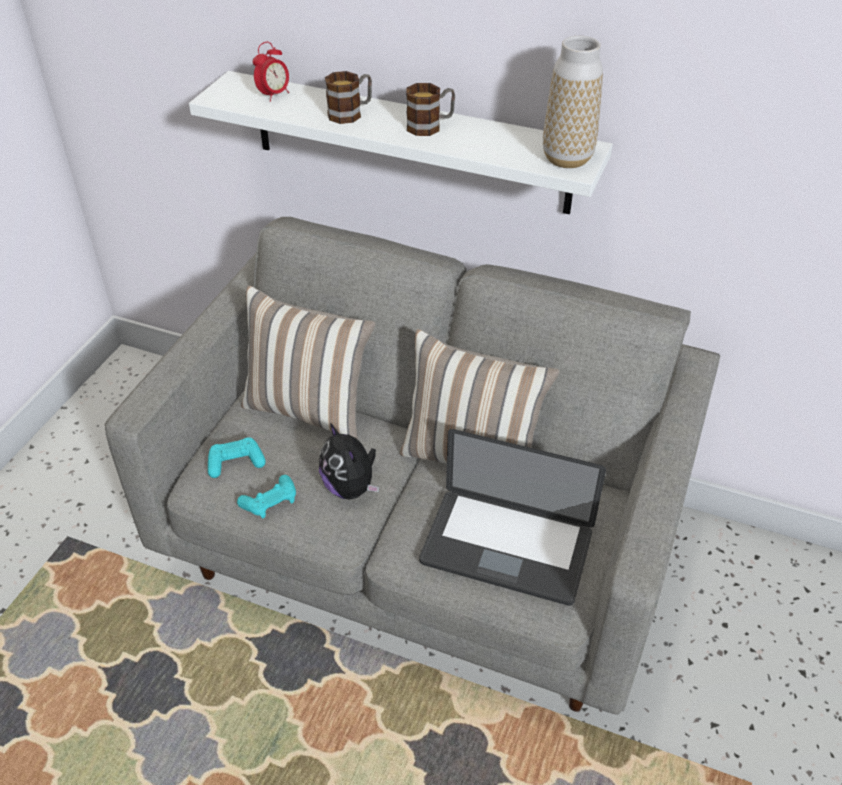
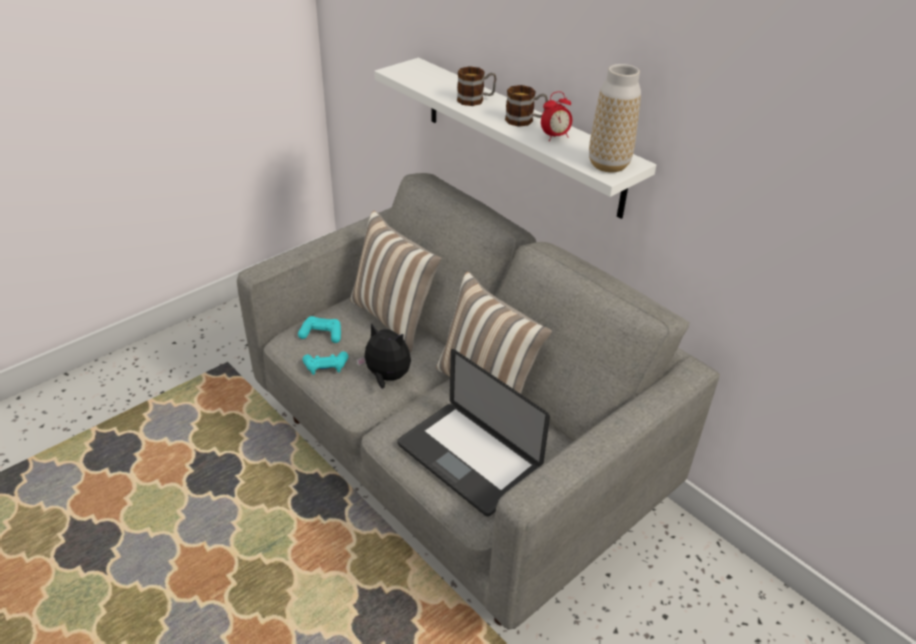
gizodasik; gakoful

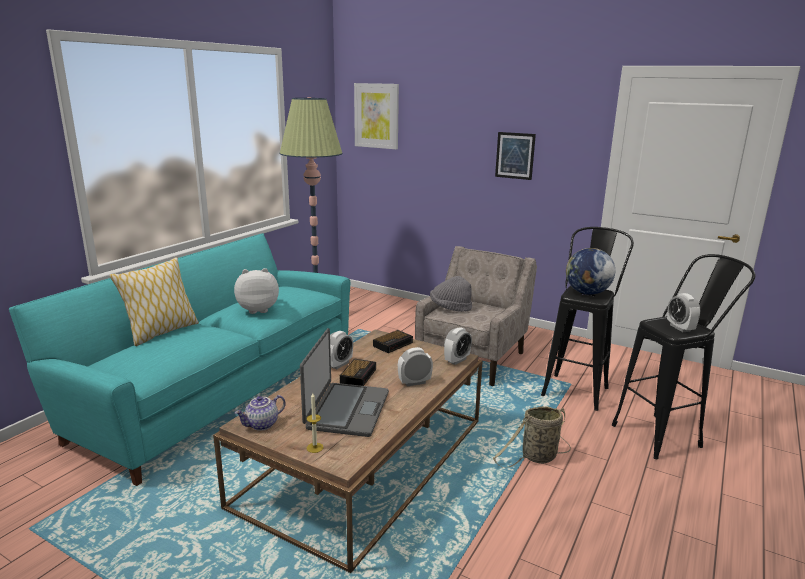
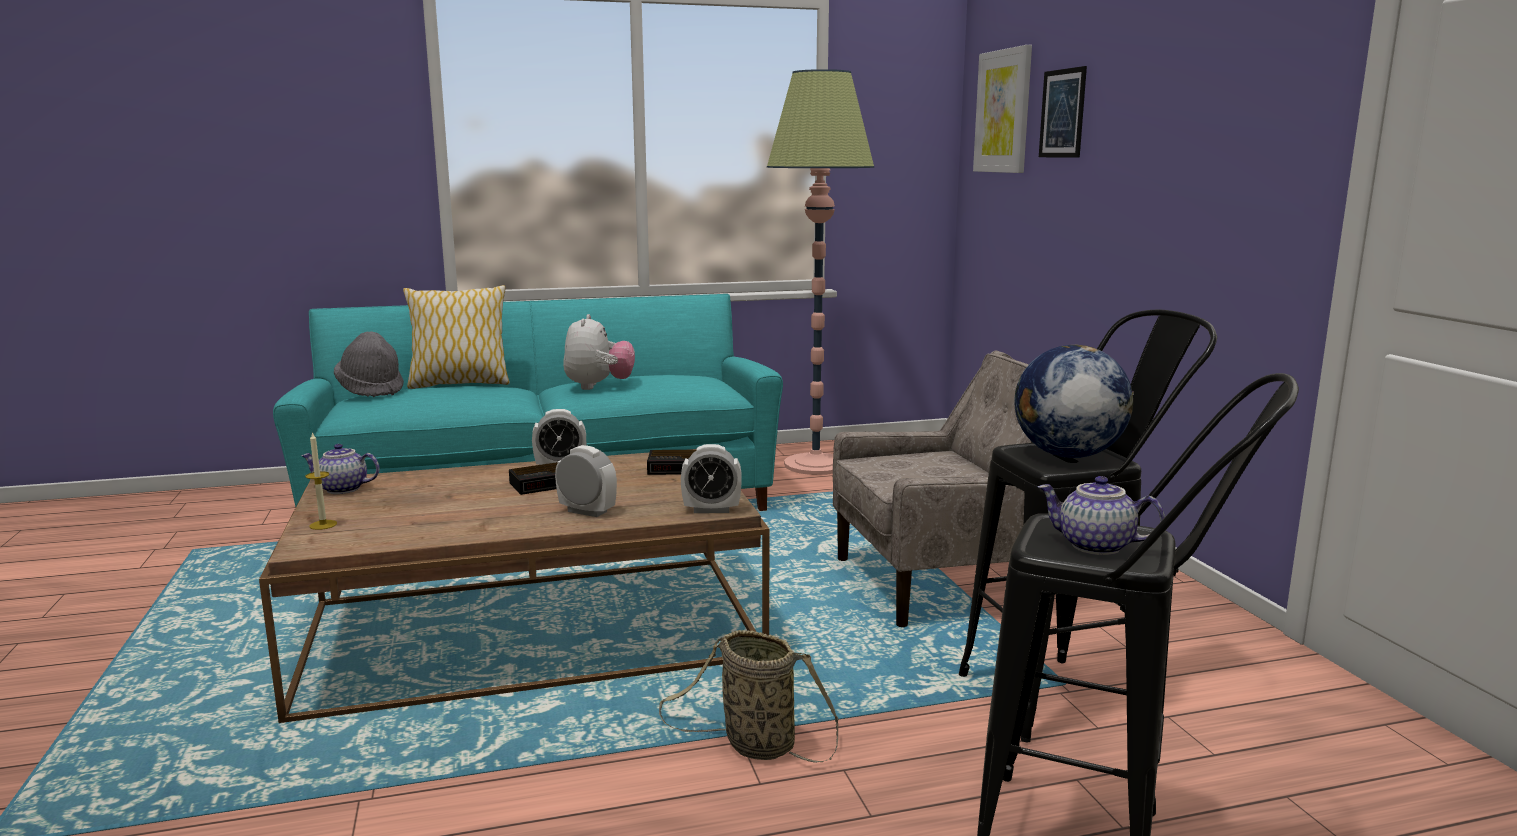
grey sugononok; gizodasik; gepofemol (no. 2 from left); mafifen (no. 2 from left); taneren

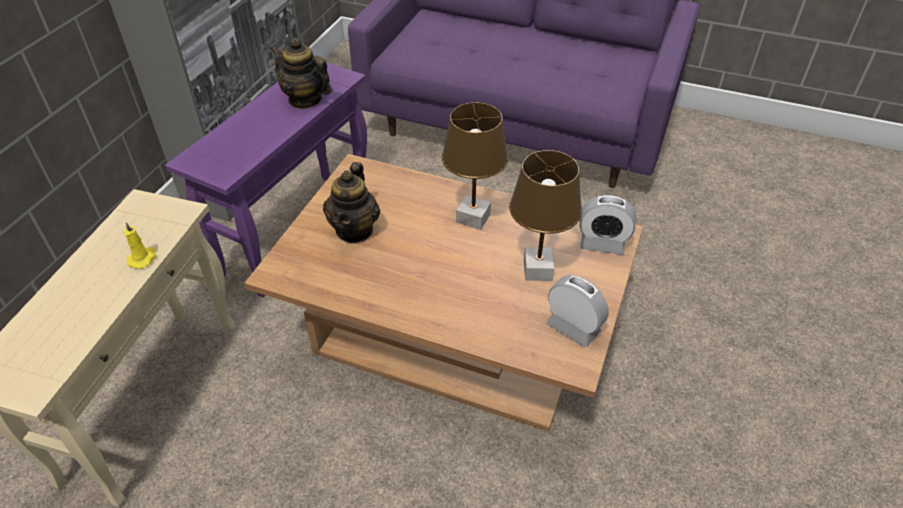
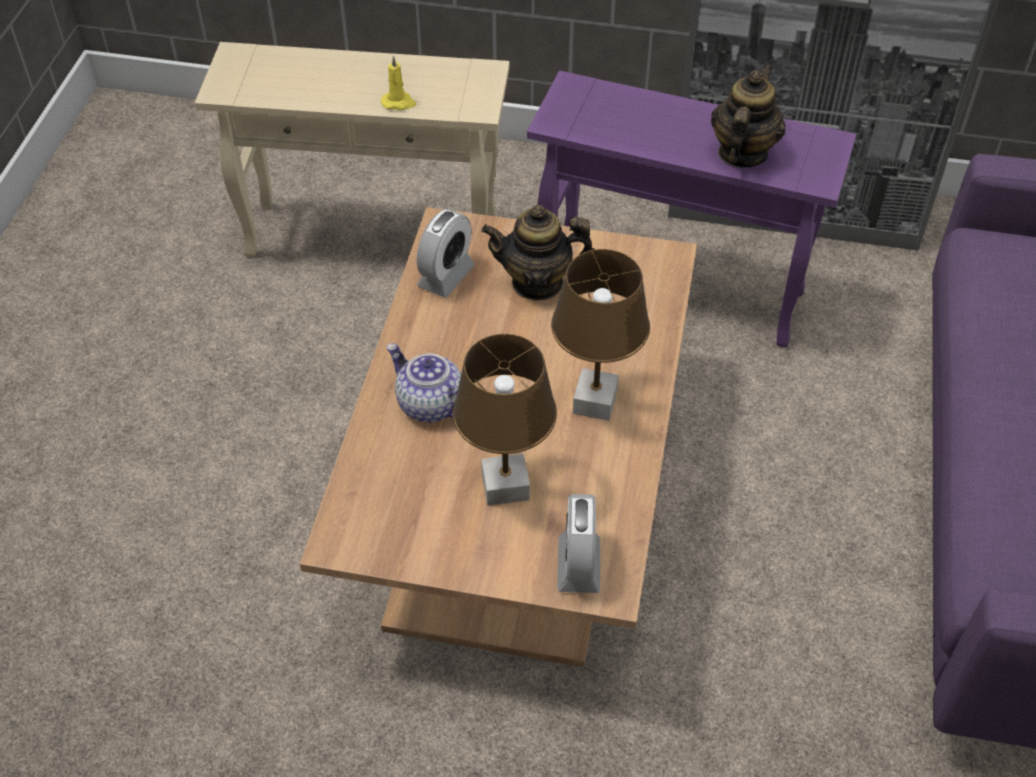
gepofemol (no. 1 from left); gakoful (no. 1 from left)

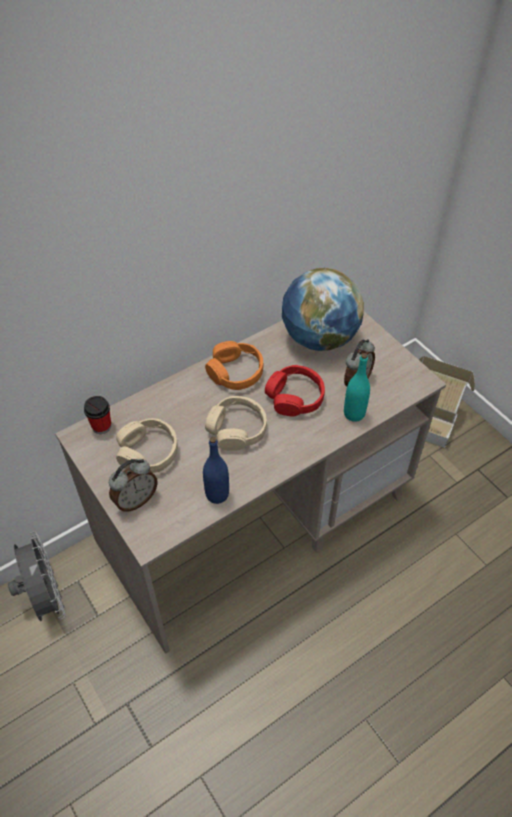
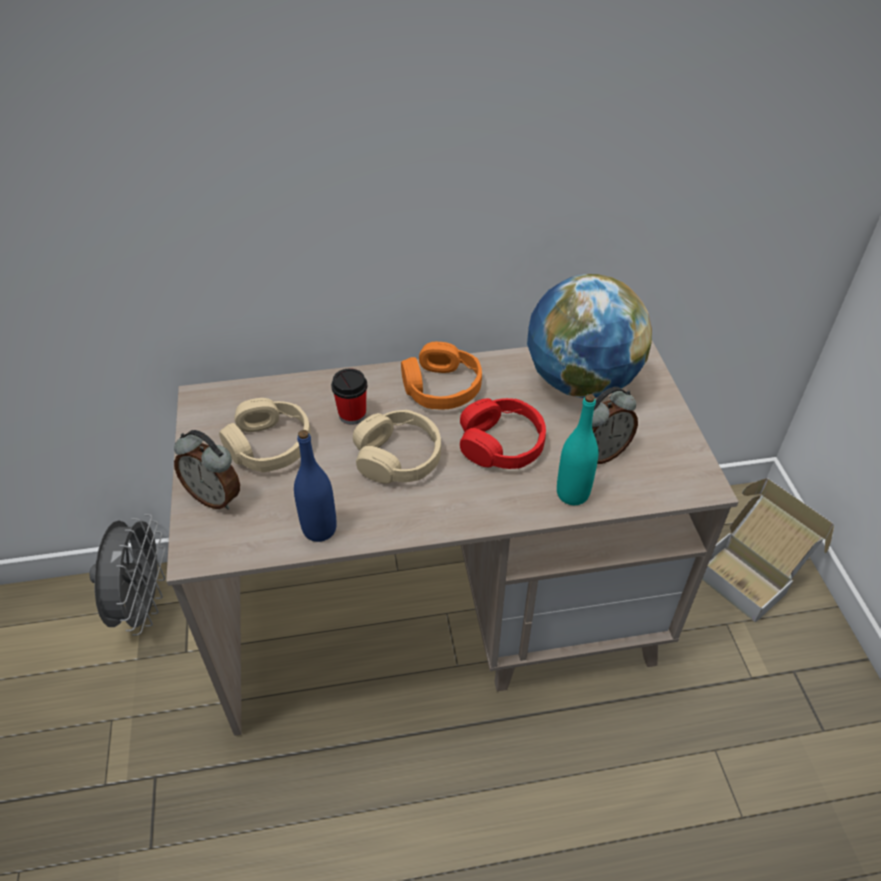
gakoful (no. 1 from left); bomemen

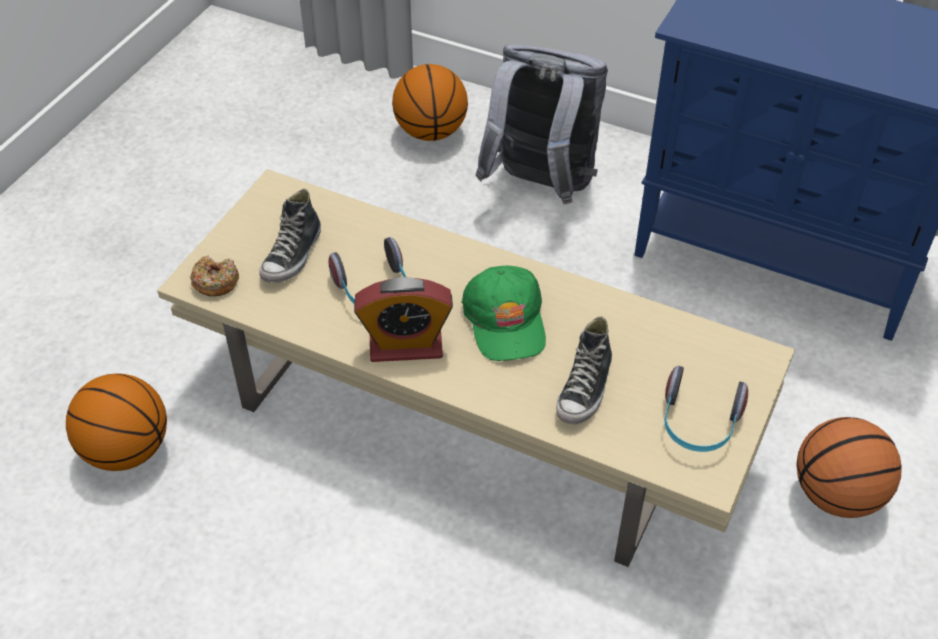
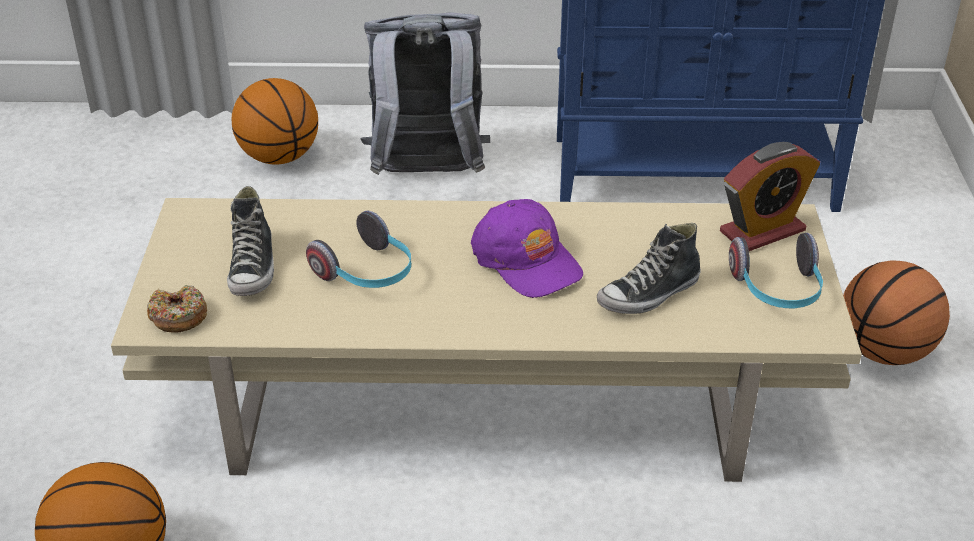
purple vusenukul; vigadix (no. 2 from left); gakoful

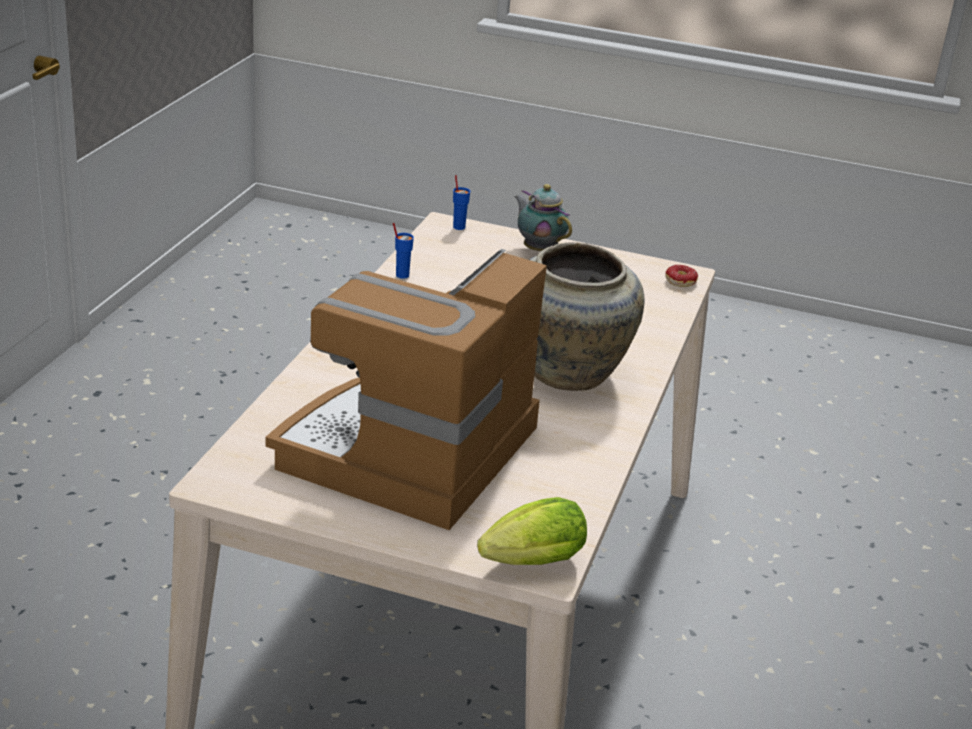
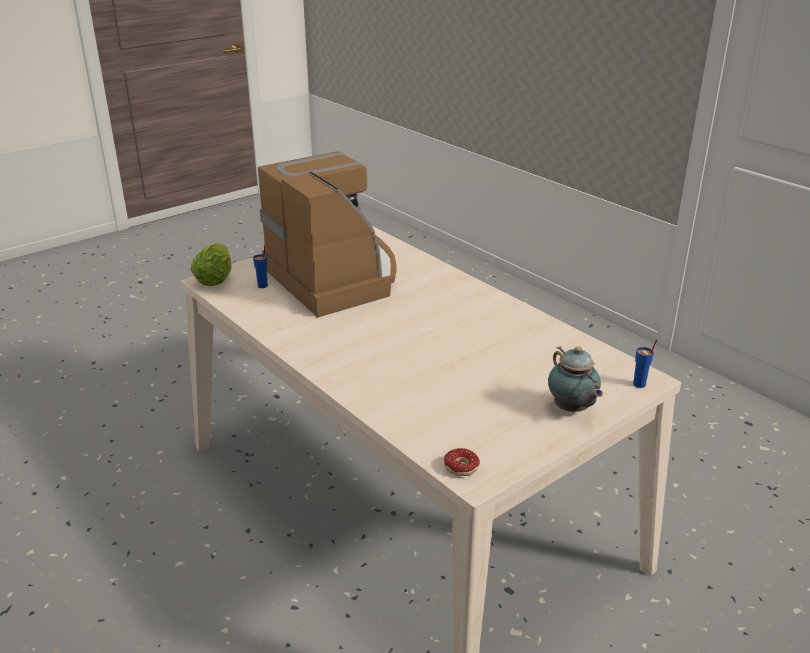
blue bomemen (no. 1 from left); gepofemol; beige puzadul

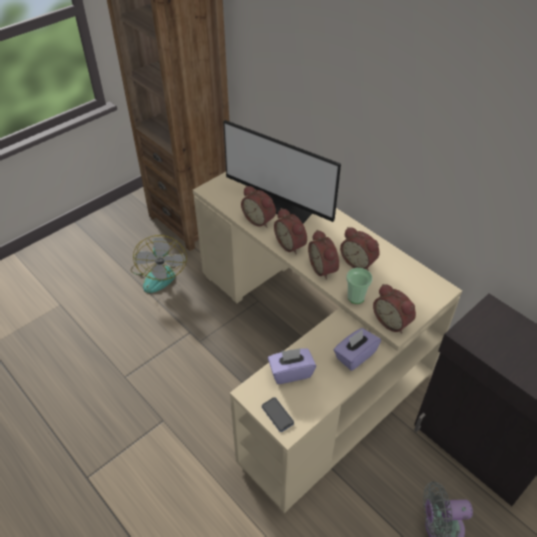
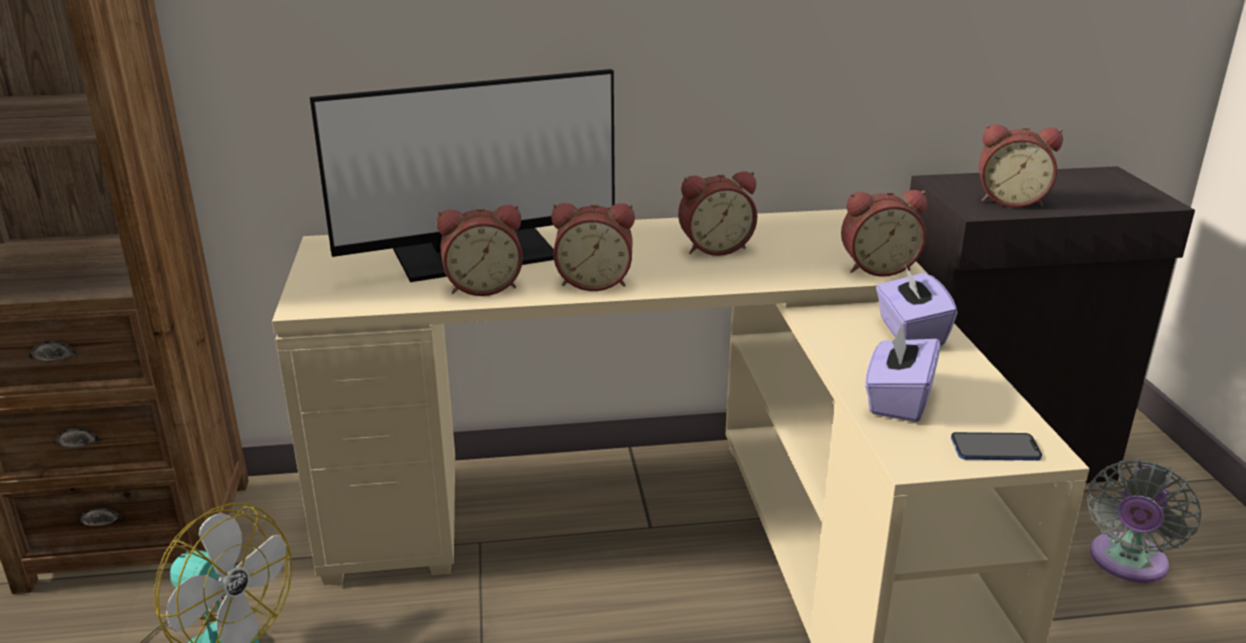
gakoful (no. 5 from left); bomemen

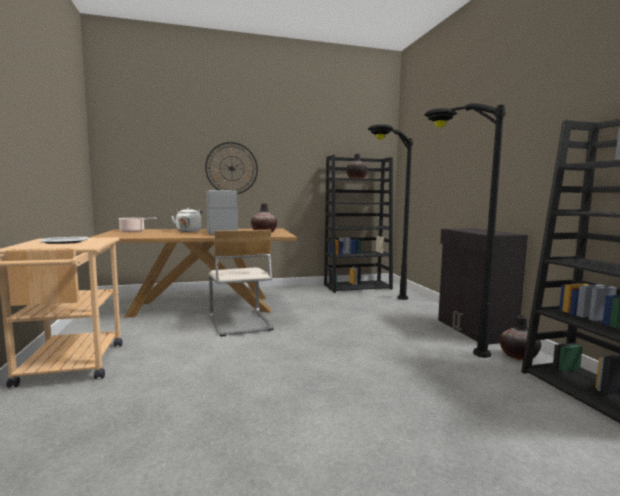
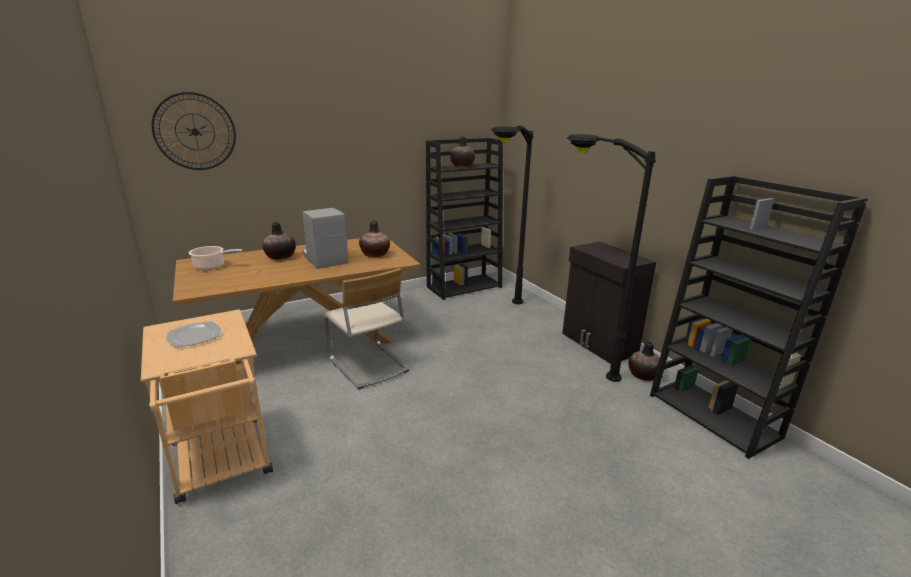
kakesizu; puzadul (no. 1 from left)

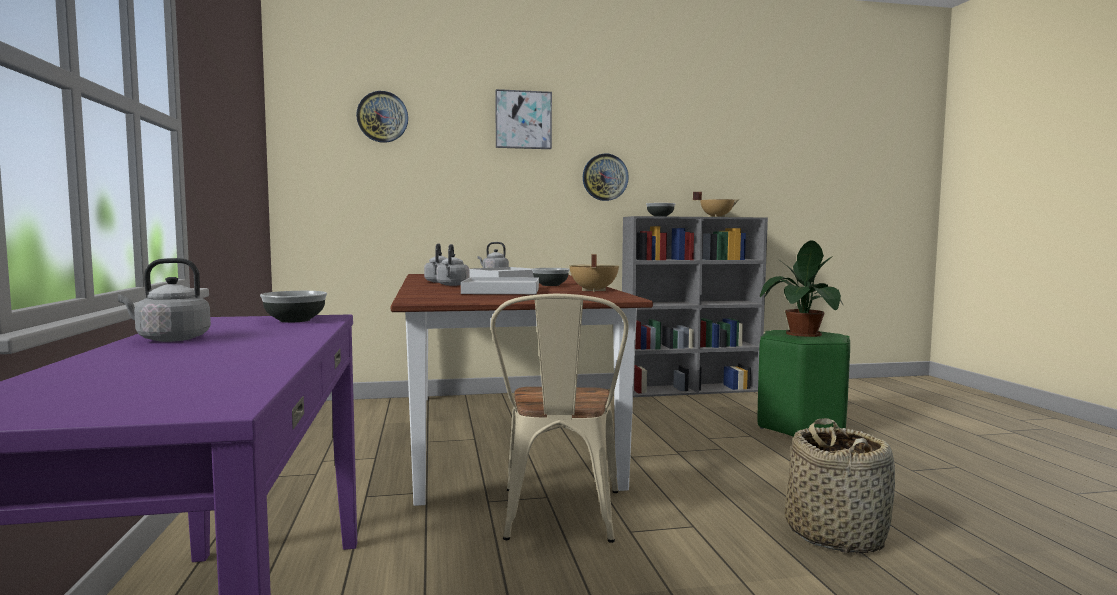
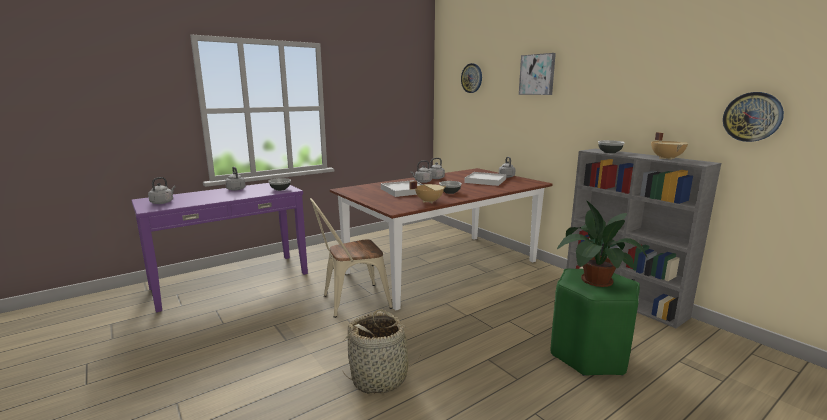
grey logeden (no. 1 from left); kakesizu (no. 2 from left)

